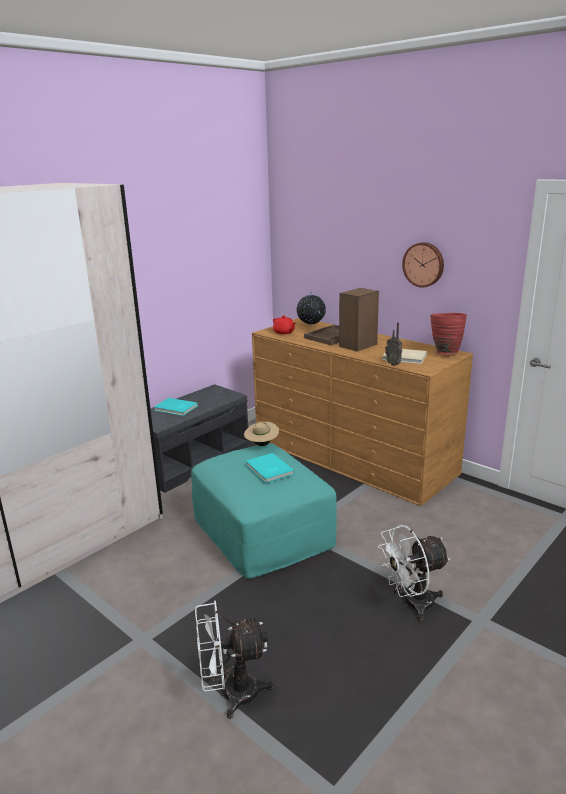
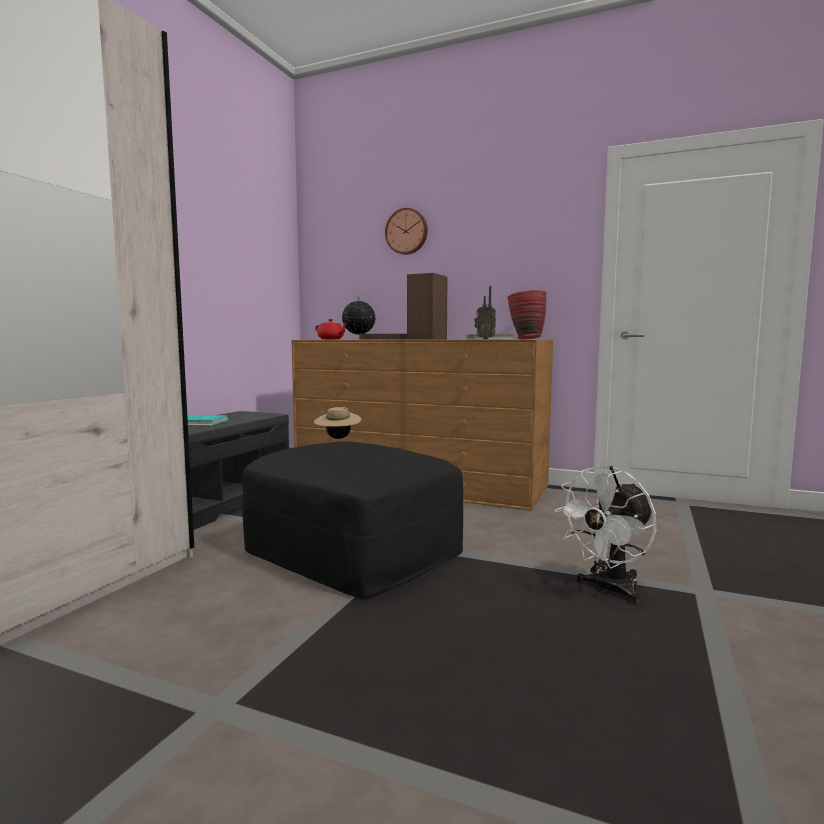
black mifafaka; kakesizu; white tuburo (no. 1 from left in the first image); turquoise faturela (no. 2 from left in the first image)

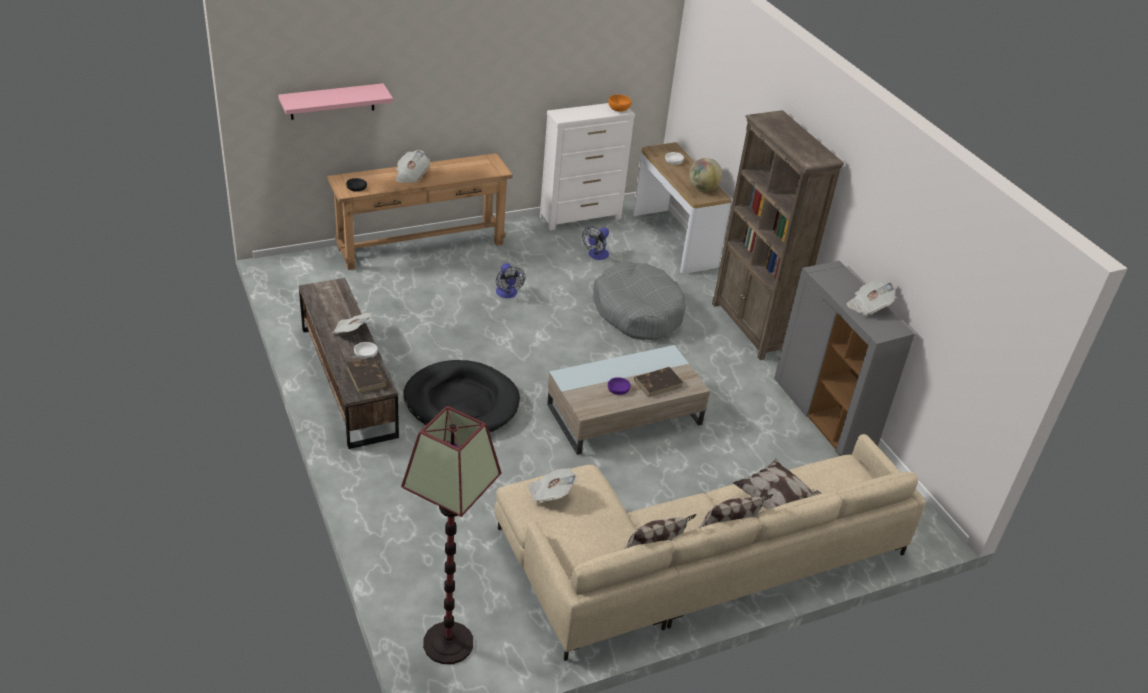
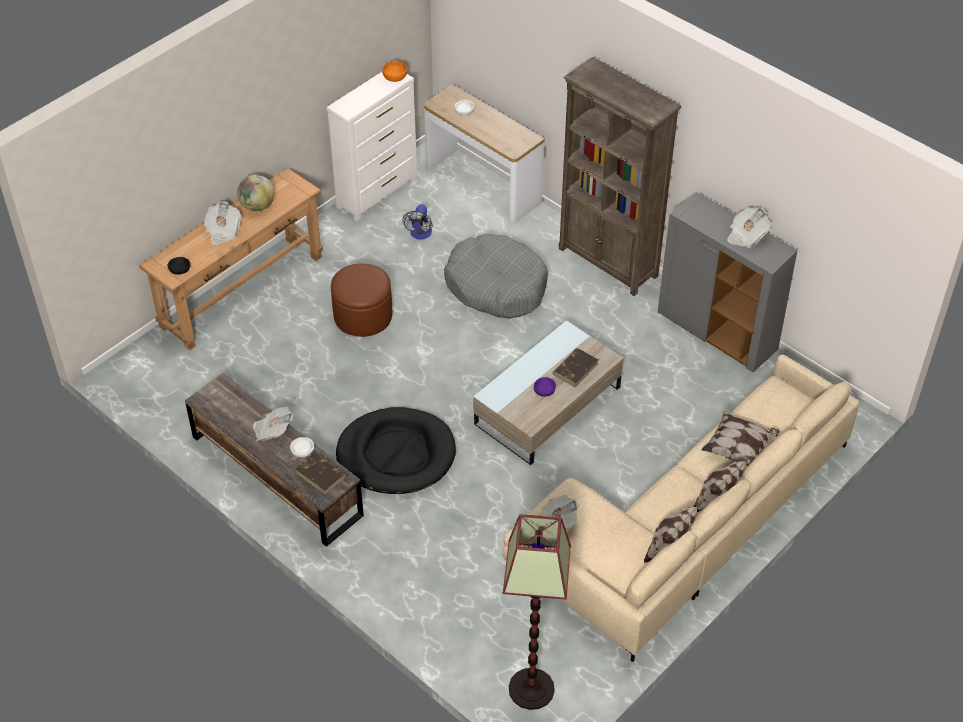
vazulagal; brown mifafaka; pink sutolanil

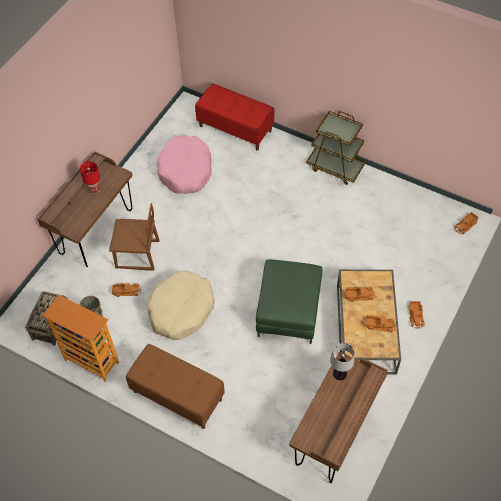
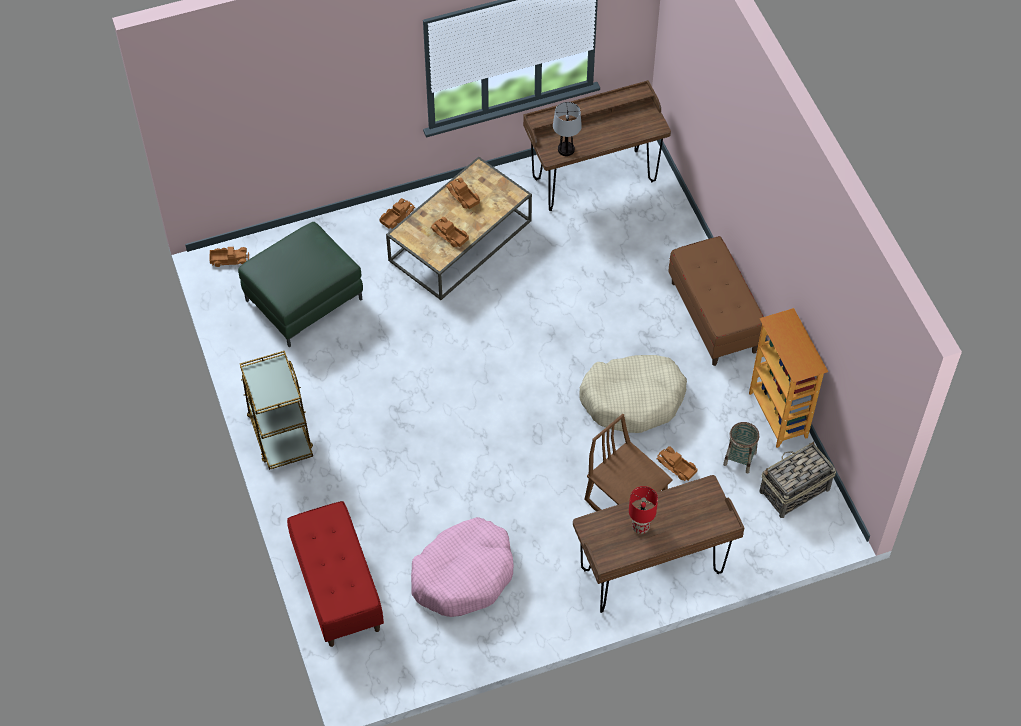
green mifafaka

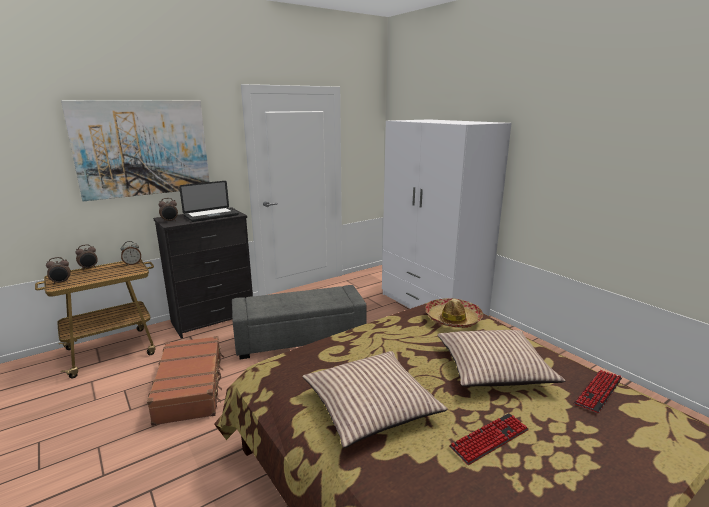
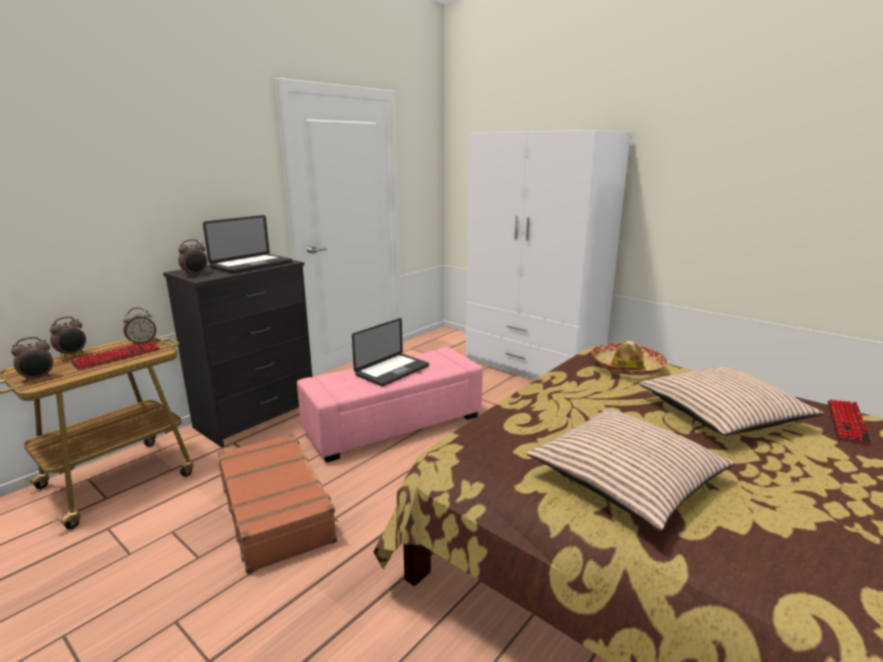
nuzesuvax (no. 1 from left); pink mifafaka; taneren (no. 2 from left); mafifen

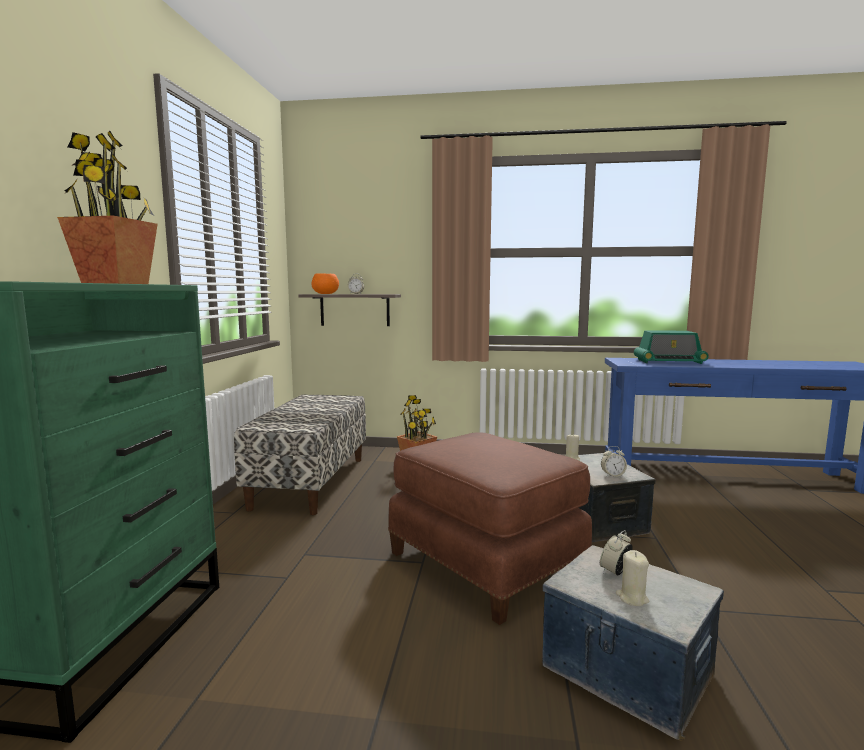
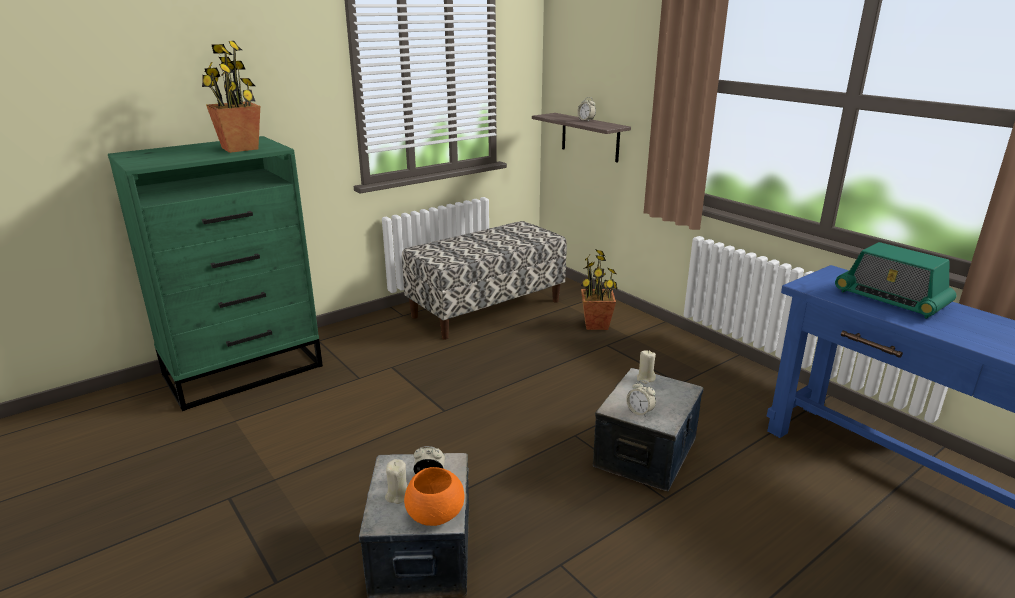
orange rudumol; brown mifafaka

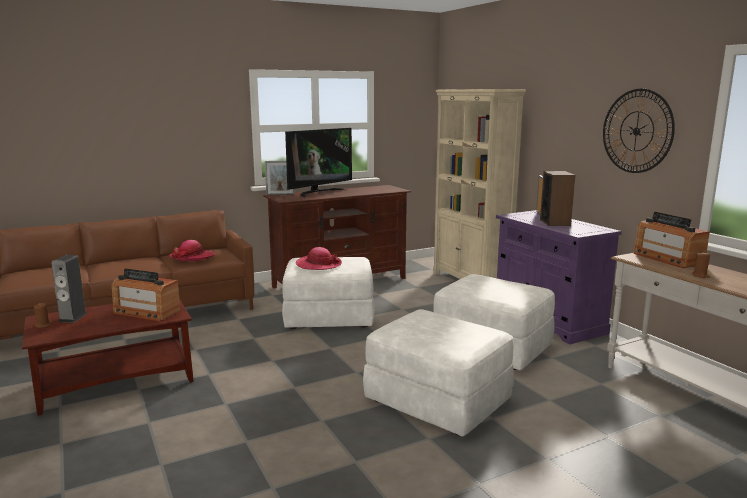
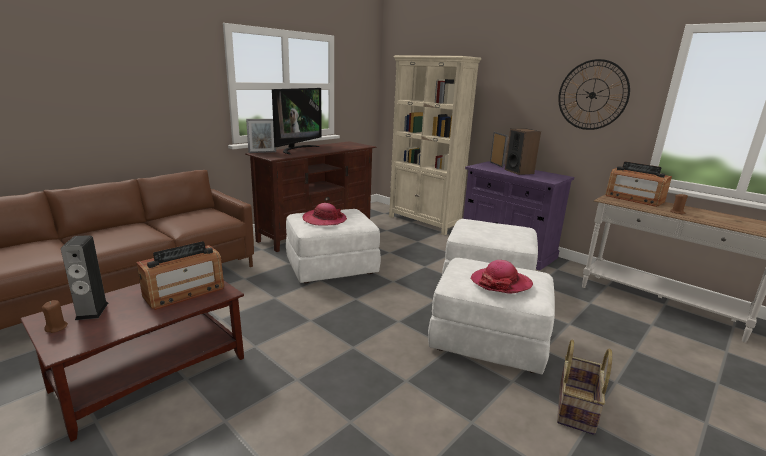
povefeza (no. 1 from left); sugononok (no. 2 from left); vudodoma

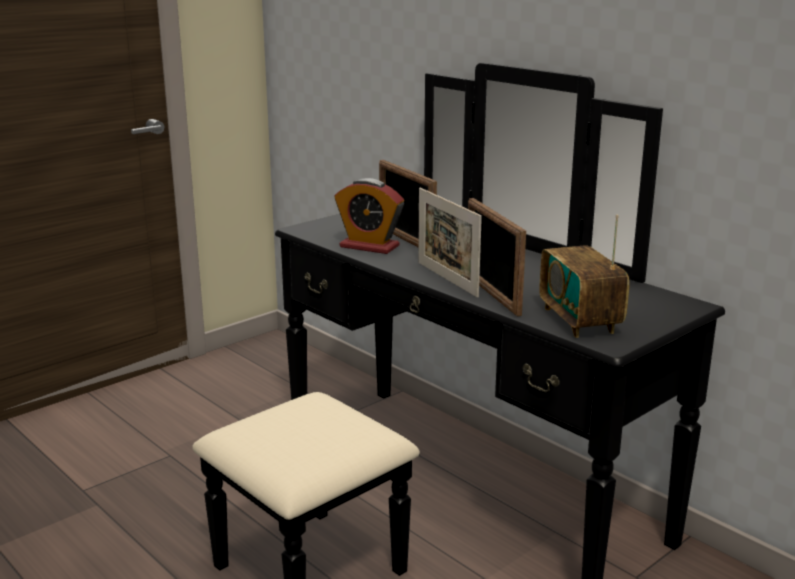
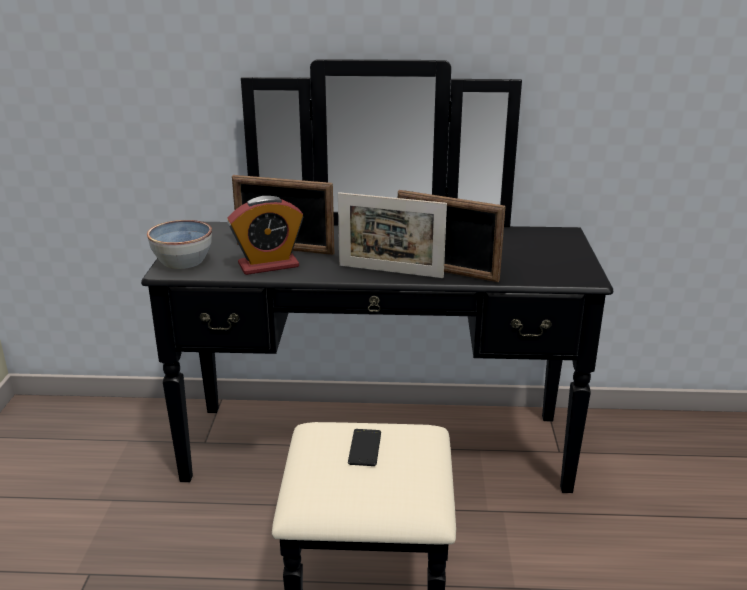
rudumol; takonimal; povefeza

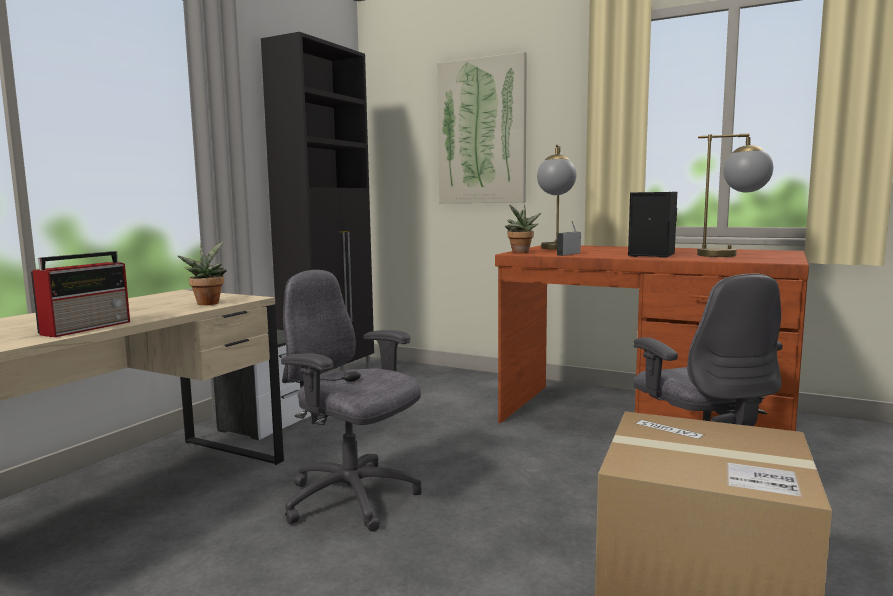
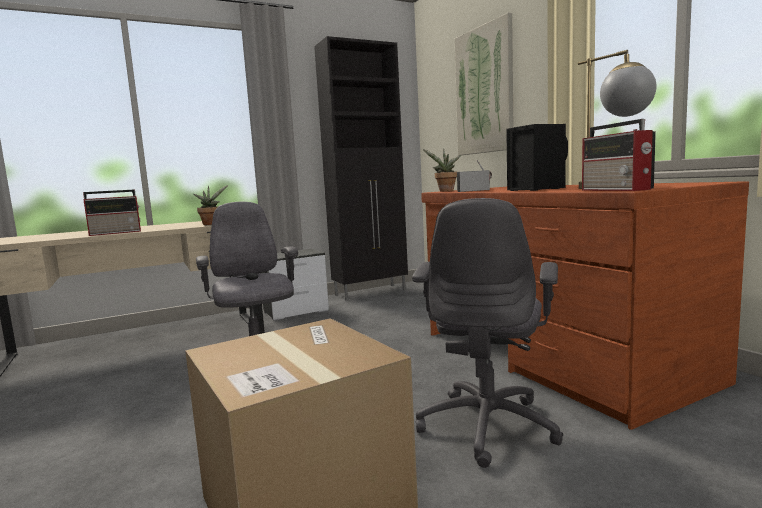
povefeza (no. 3 from left); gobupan (no. 1 from left in the first image)

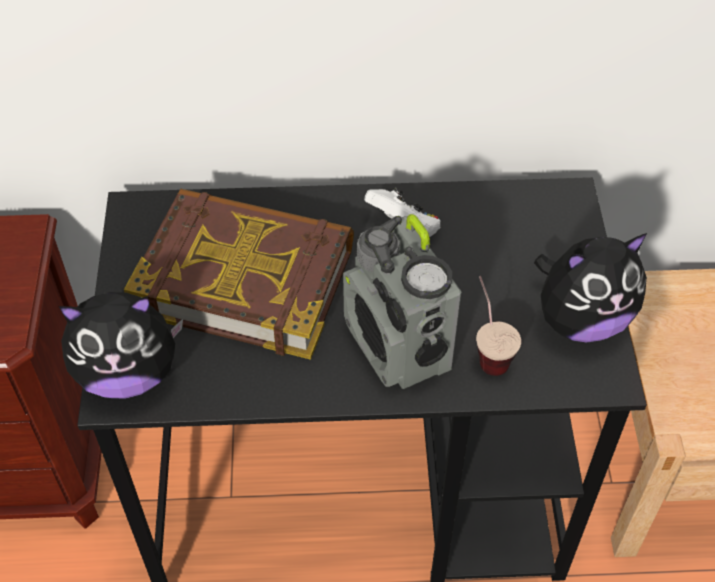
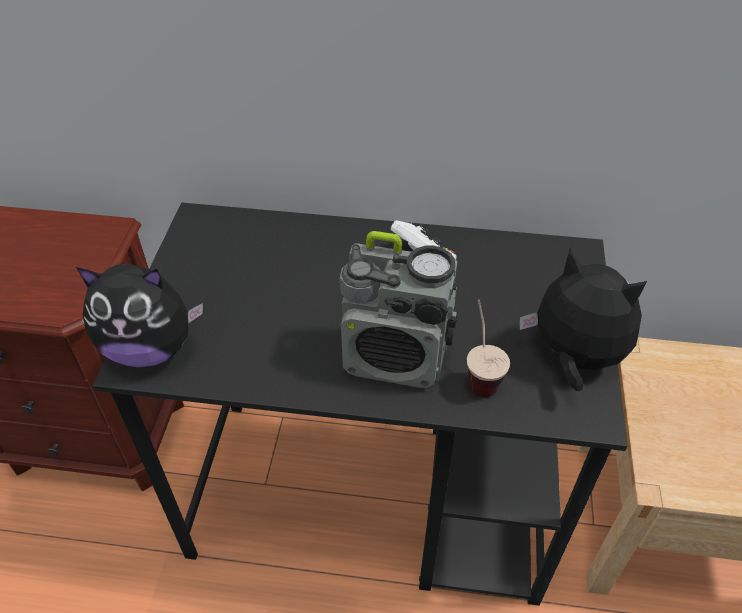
povefeza; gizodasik (no. 2 from left); faturela

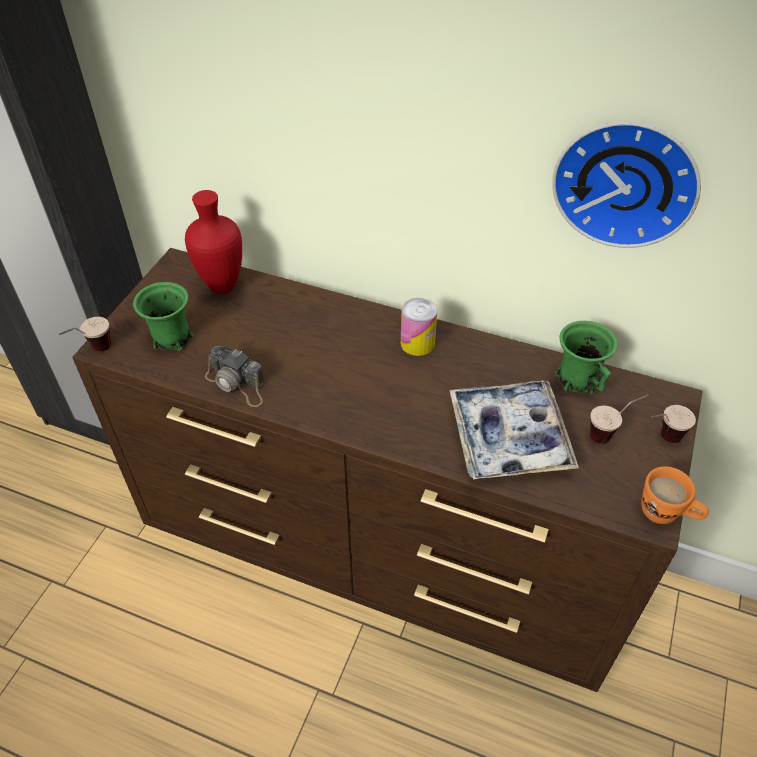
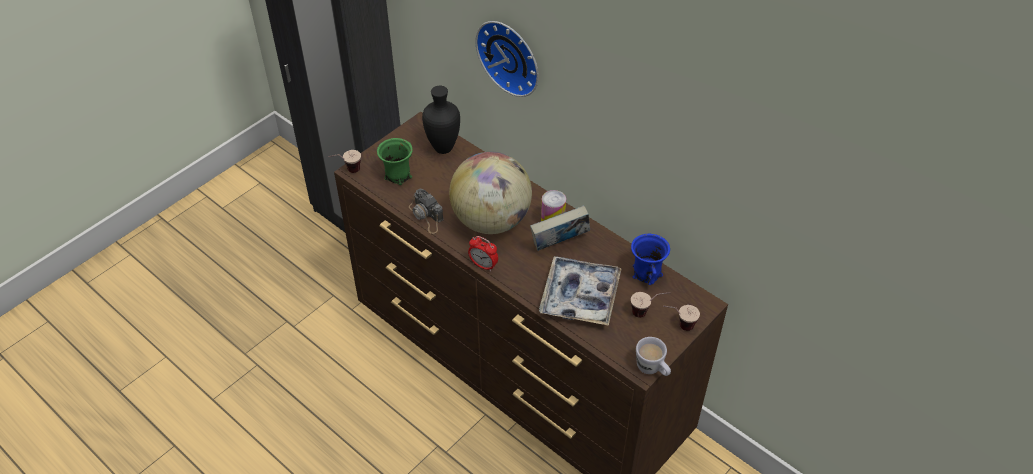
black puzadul; vazulagal; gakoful; kakesizu; faturela; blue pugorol; white pugorol

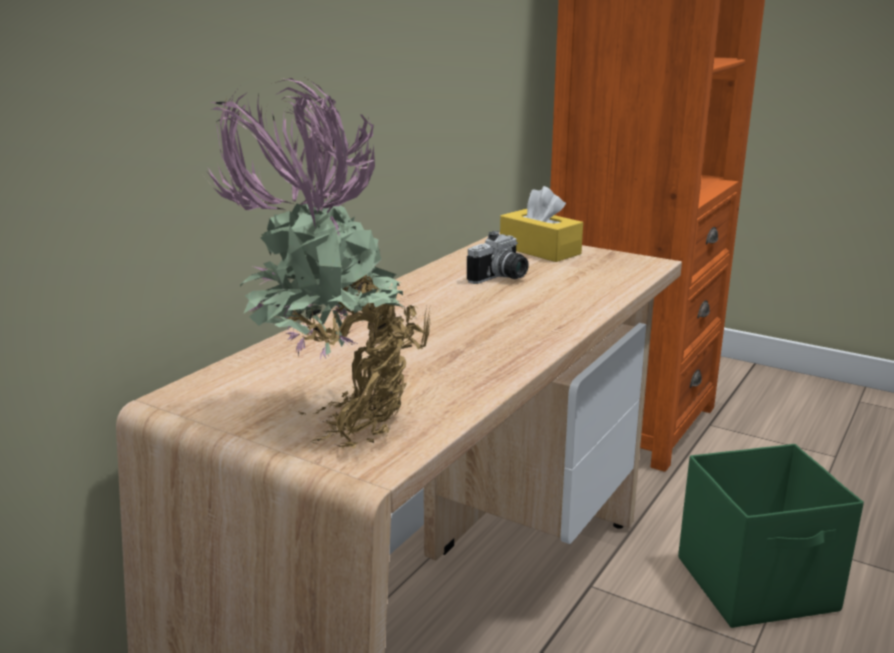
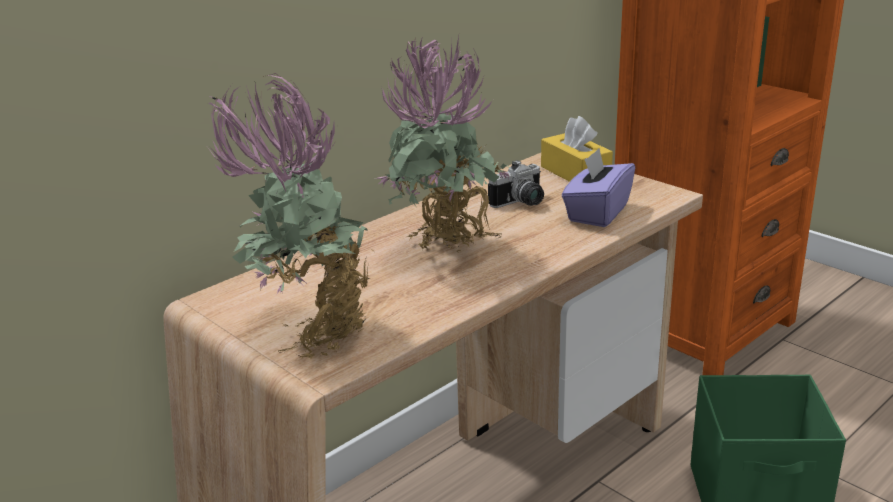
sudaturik (no. 2 from left); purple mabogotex

